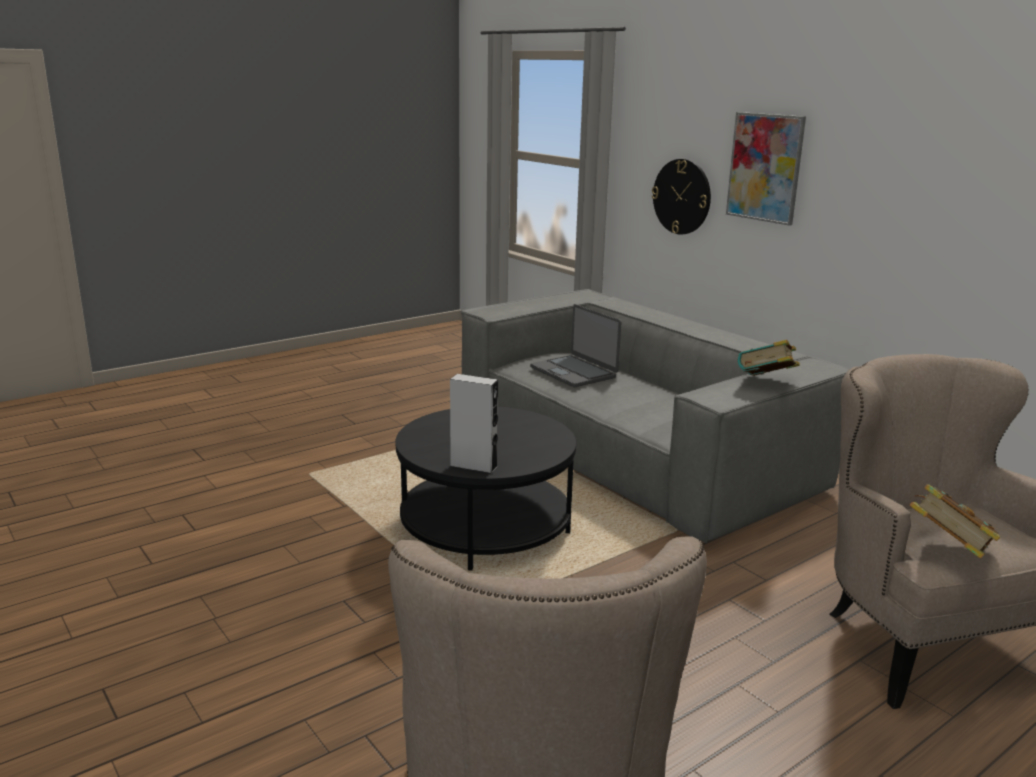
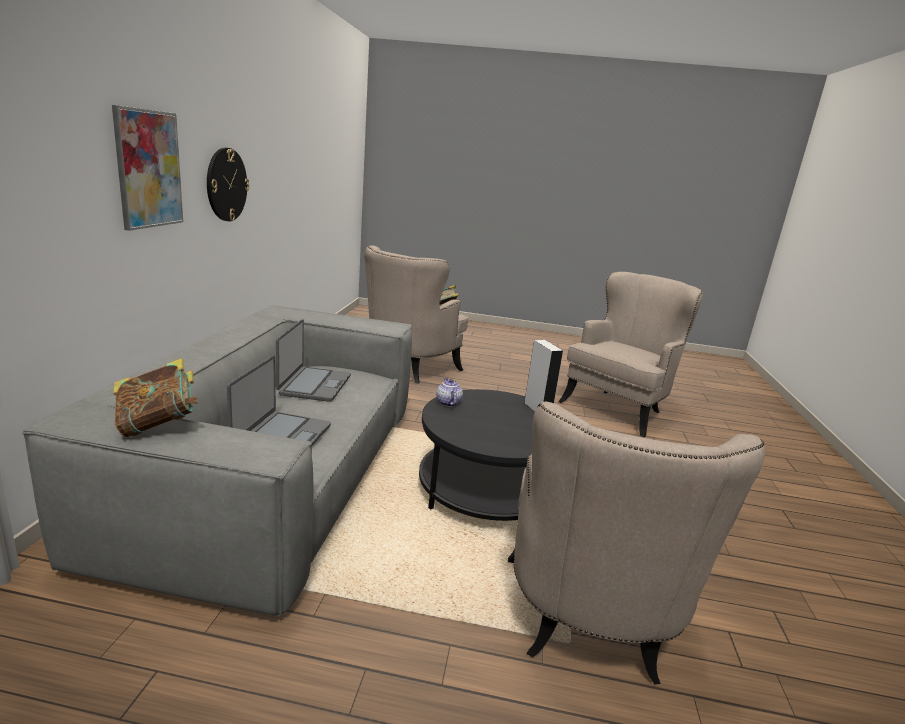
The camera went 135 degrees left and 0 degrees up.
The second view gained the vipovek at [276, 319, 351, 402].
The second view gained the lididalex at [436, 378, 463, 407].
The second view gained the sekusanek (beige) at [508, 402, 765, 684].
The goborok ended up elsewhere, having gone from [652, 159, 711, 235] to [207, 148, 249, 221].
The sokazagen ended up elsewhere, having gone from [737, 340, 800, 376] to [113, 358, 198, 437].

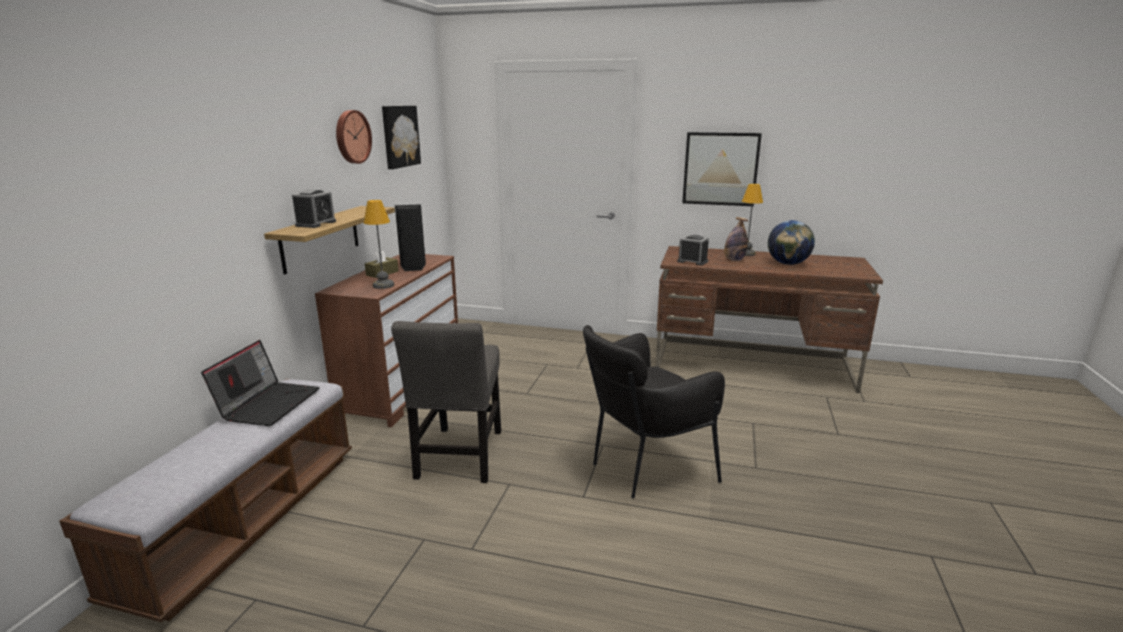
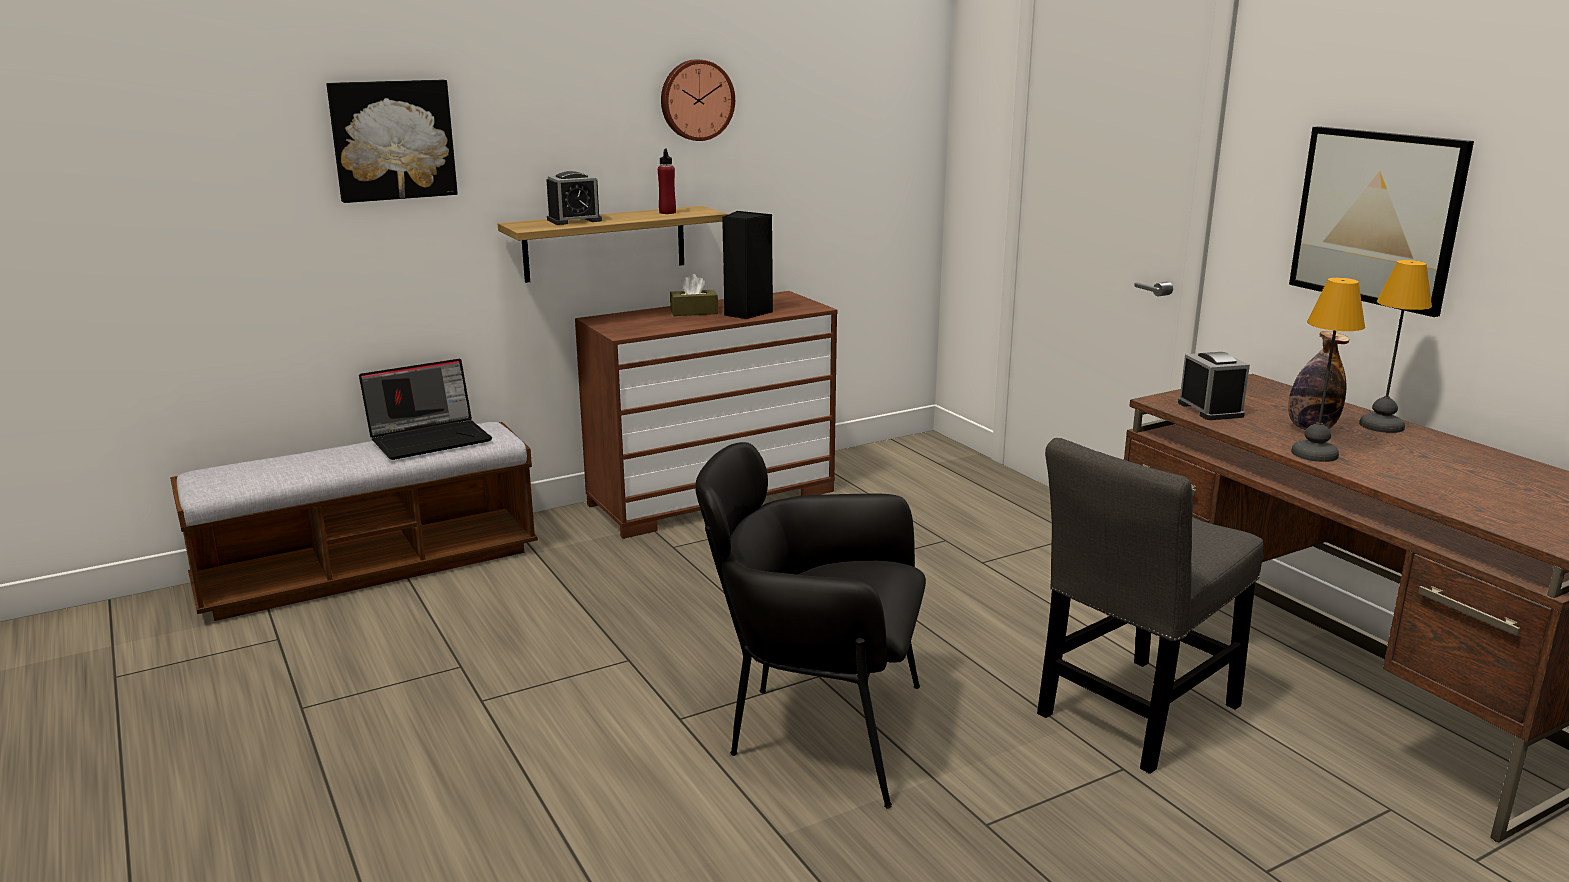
The camera went 45 degrees right and 0 degrees up.
The second view lost the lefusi at [768, 220, 815, 265].
The second view gained the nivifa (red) at [658, 149, 676, 214].
The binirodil ended up elsewhere, having gone from [363, 200, 394, 289] to [1291, 278, 1365, 462].
The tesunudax ended up elsewhere, having gone from [382, 106, 421, 169] to [326, 80, 458, 203].
The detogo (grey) ended up elsewhere, having gone from [391, 321, 501, 483] to [1037, 438, 1264, 774].

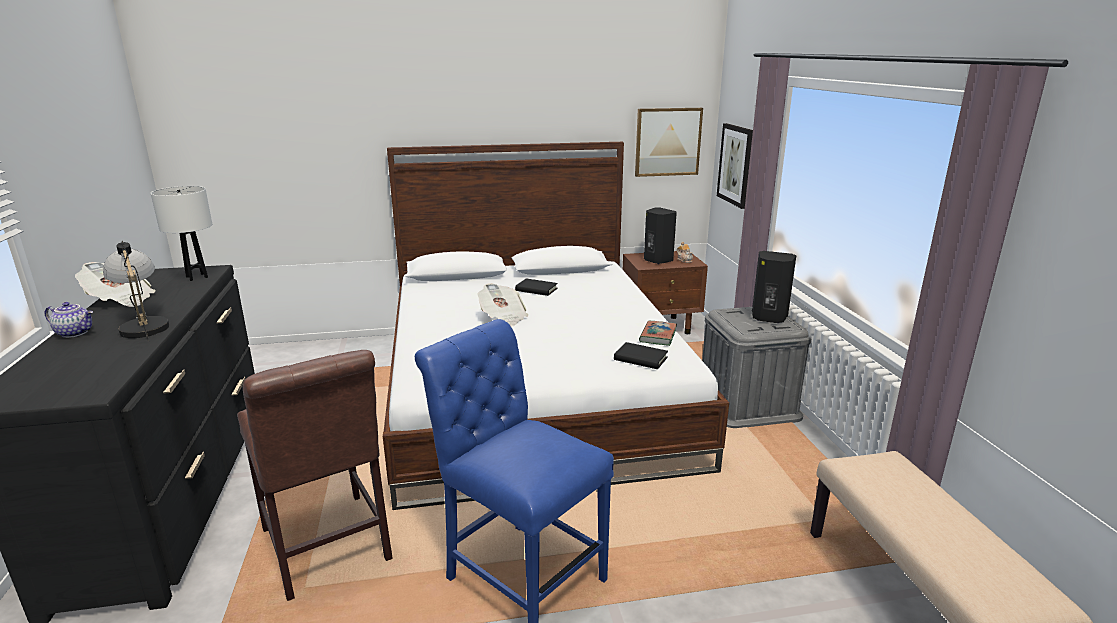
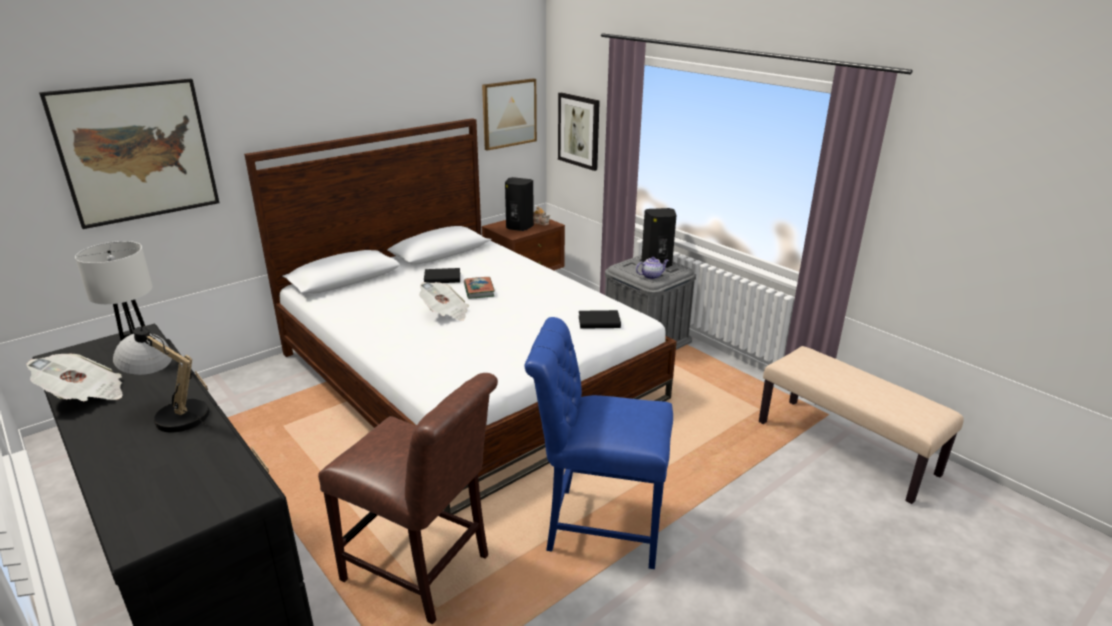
The camera went 30 degrees left and 5 degrees up.
The second view gained the tesunudax at [39, 79, 219, 229].
The lididalex ended up elsewhere, having gone from [44, 302, 93, 338] to [636, 257, 669, 279].
The sokazagen ended up elsewhere, having gone from [639, 321, 677, 346] to [464, 277, 495, 299].

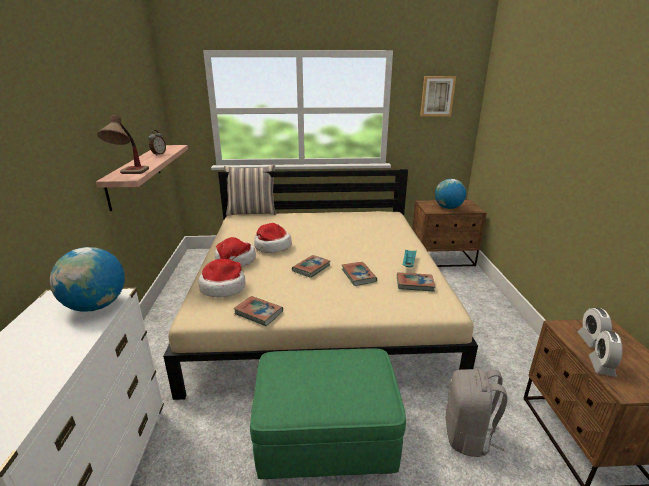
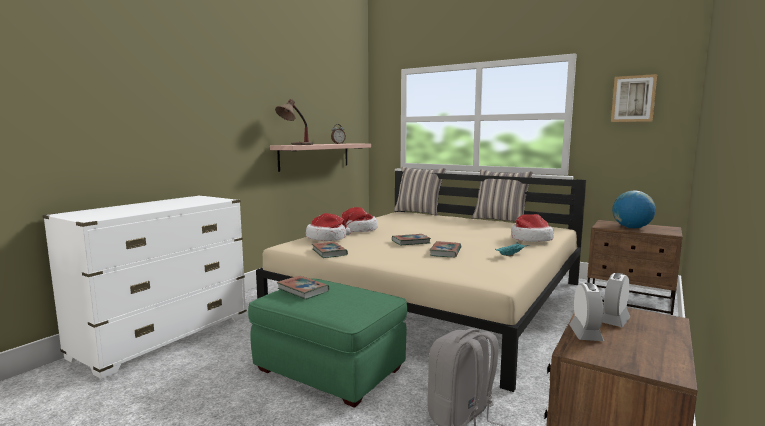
The camera went 35 degrees right and 15 degrees down.
The second view lost the lefusi at [50, 247, 125, 312].
The second view gained the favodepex at [472, 169, 533, 222].
The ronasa ended up elsewhere, having gone from [254, 223, 292, 253] to [511, 214, 554, 242].
The sokazagen ended up elsewhere, having gone from [397, 273, 435, 292] to [277, 276, 329, 299].
The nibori at [589, 331, 623, 377] ended up facing another way, 135 degrees clockwise from before.

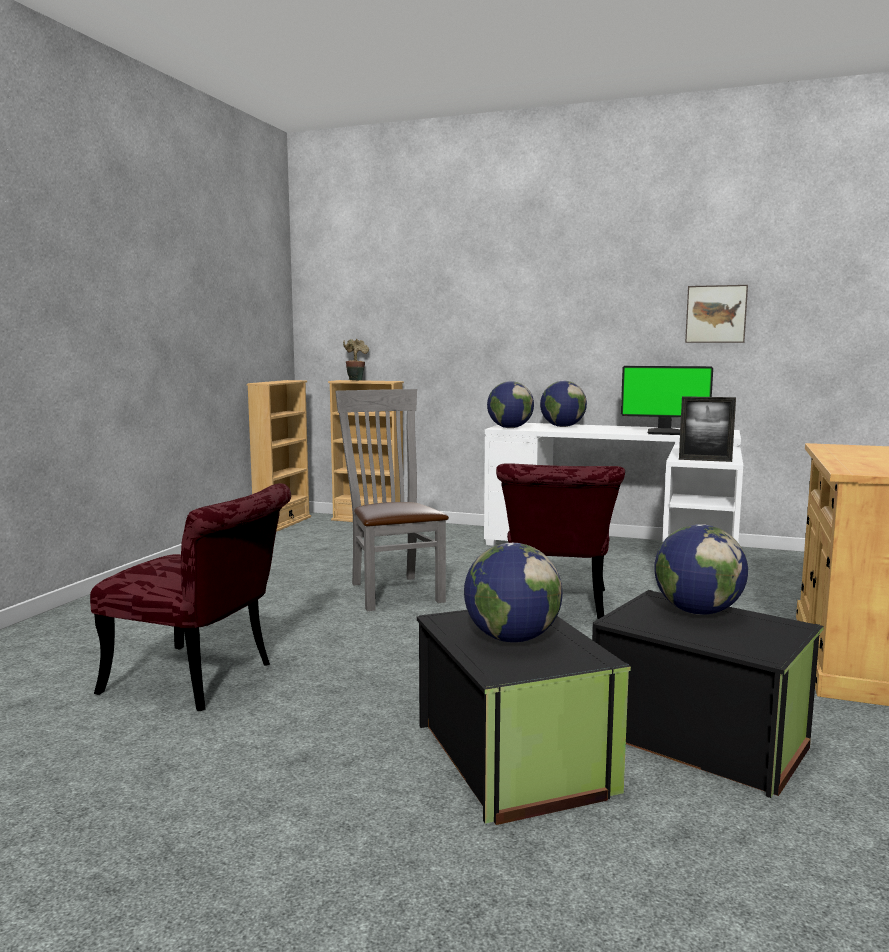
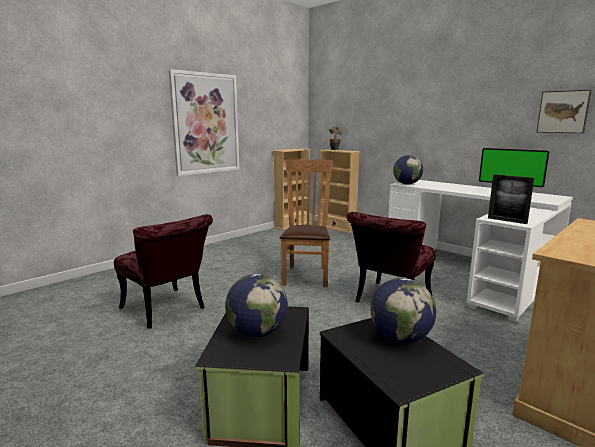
The camera went 25 degrees right and 5 degrees up.
The second view lost the lefusi at [540, 381, 587, 427].
The second view gained the tesunudax at [169, 69, 240, 176].
What was the detogo (grey) at [335, 389, 449, 611] turned into the detogo (brown) at [280, 159, 333, 287].

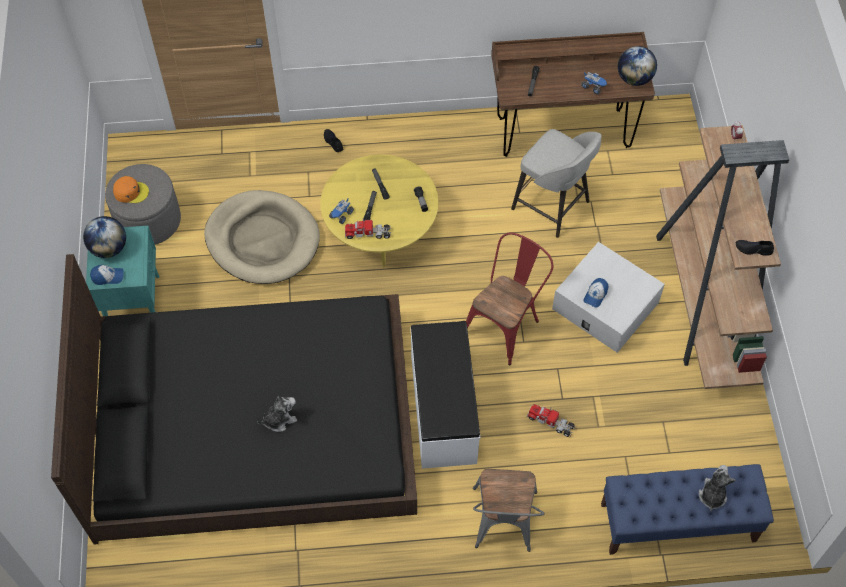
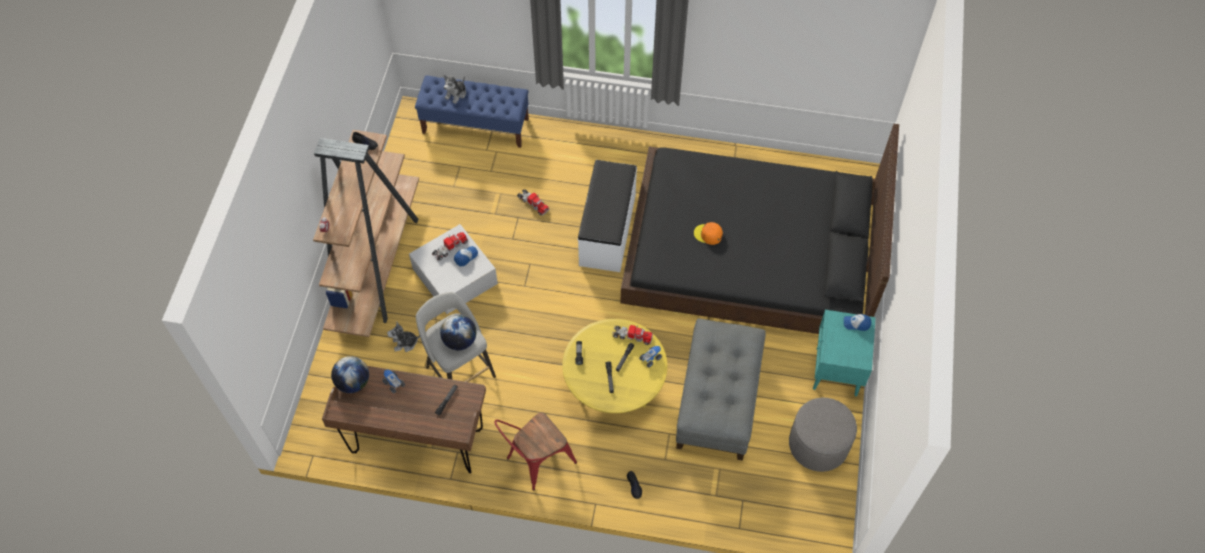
The camera went 165 degrees left and 0 degrees up.
The second view lost the detogo (grey) at [473, 469, 545, 552].
The second view gained the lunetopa at [432, 232, 468, 260].
The lefusi ended up elsewhere, having gone from [83, 216, 126, 258] to [440, 315, 476, 350].
The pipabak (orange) ended up elsewhere, having gone from [113, 176, 149, 203] to [694, 222, 723, 245].
The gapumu ended up elsewhere, having gone from [257, 396, 297, 432] to [387, 321, 420, 352].
The detogo (red) ended up elsewhere, having gone from [466, 232, 553, 365] to [495, 413, 577, 490].
Where the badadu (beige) stood at [204, 190, 320, 284], the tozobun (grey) came to stand at [676, 319, 766, 461].

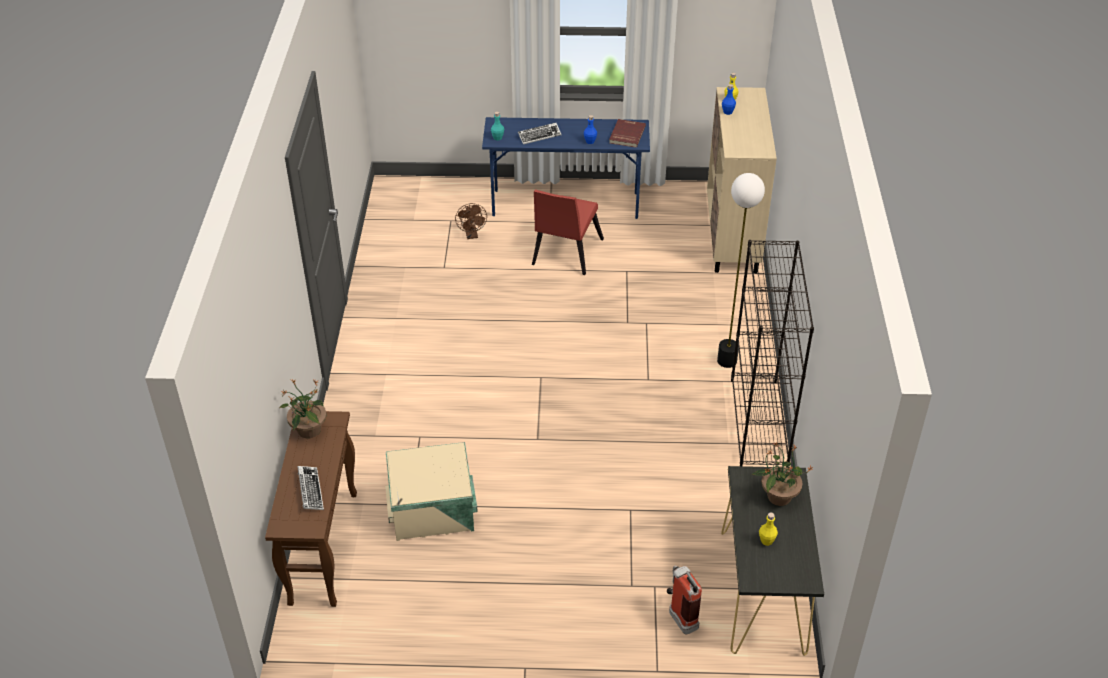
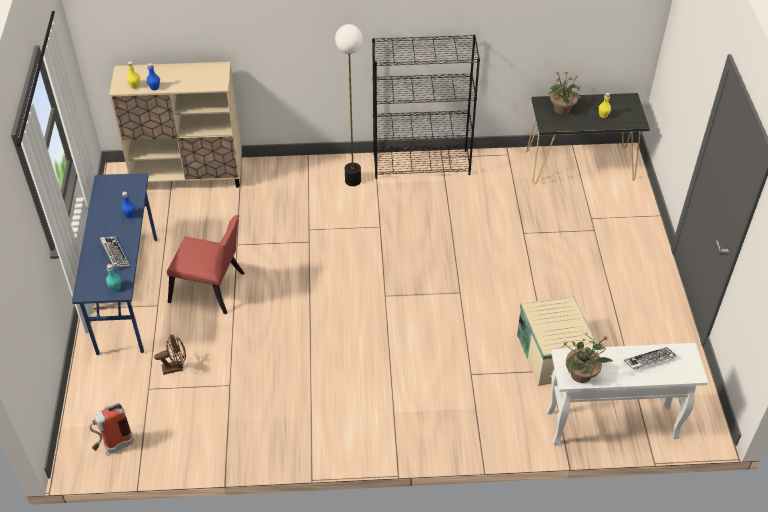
The camera went 95 degrees left and 5 degrees up.
The second view lost the sokazagen (red) at [609, 119, 646, 148].
The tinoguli ended up elsewhere, having gone from [667, 566, 702, 634] to [89, 403, 134, 454].
What was the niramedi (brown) at [265, 411, 357, 607] turned into the niramedi (white) at [547, 343, 708, 445].

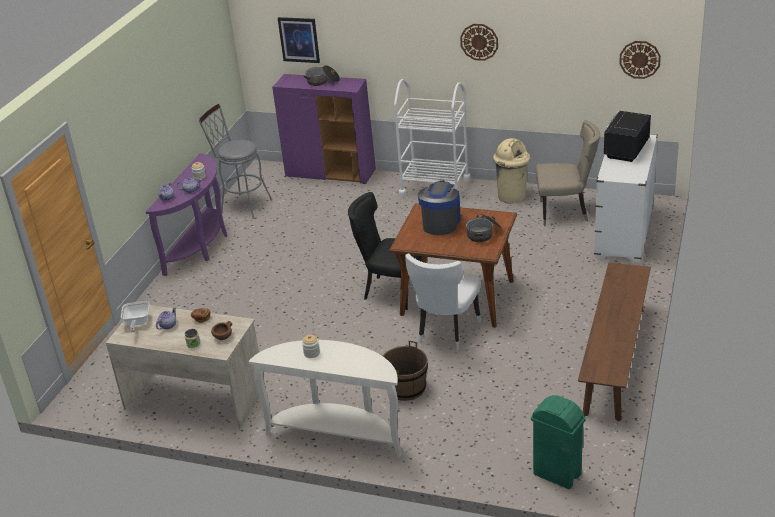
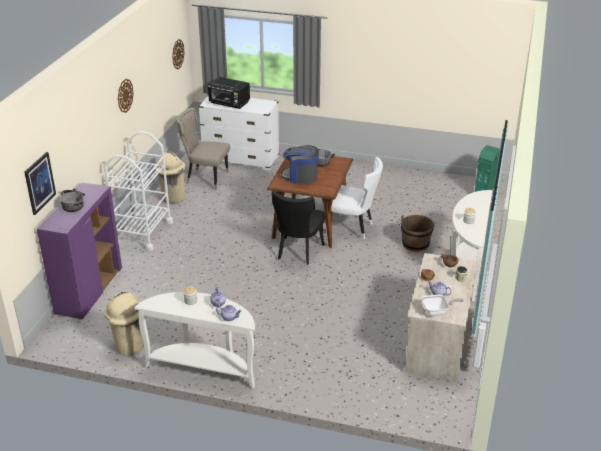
The camera went 95 degrees left and 0 degrees up.
The second view lost the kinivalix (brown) at [578, 263, 651, 422].
Where the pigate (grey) stood at [199, 103, 272, 219], the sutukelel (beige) came to stand at [104, 292, 144, 356].
What was the niramedi (purple) at [146, 153, 227, 276] turned into the niramedi (white) at [134, 292, 255, 389].
The detogo (beige) at [536, 120, 600, 226] ended up facing another way, 75 degrees counterclockwise from before.

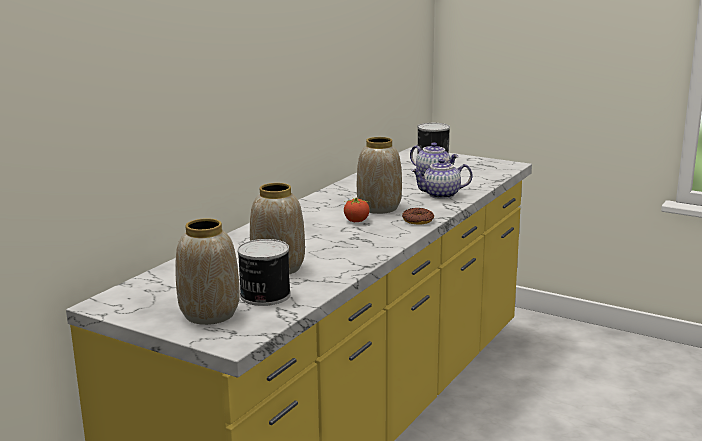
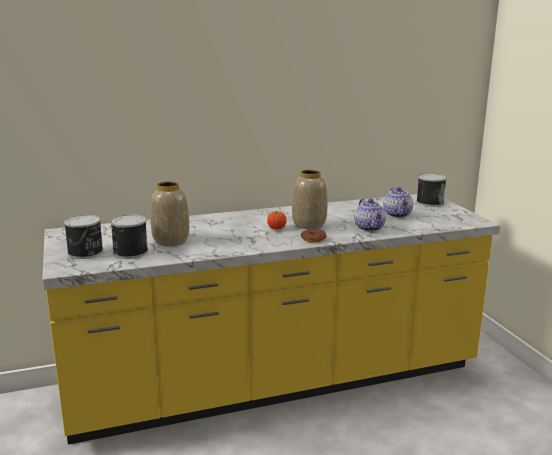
The camera went 40 degrees right and 0 degrees up.
Where the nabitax stood at [175, 218, 239, 325], the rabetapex came to stand at [64, 215, 103, 259].
The lididalex at [411, 159, 473, 199] ended up facing another way, 135 degrees counterclockwise from before.

